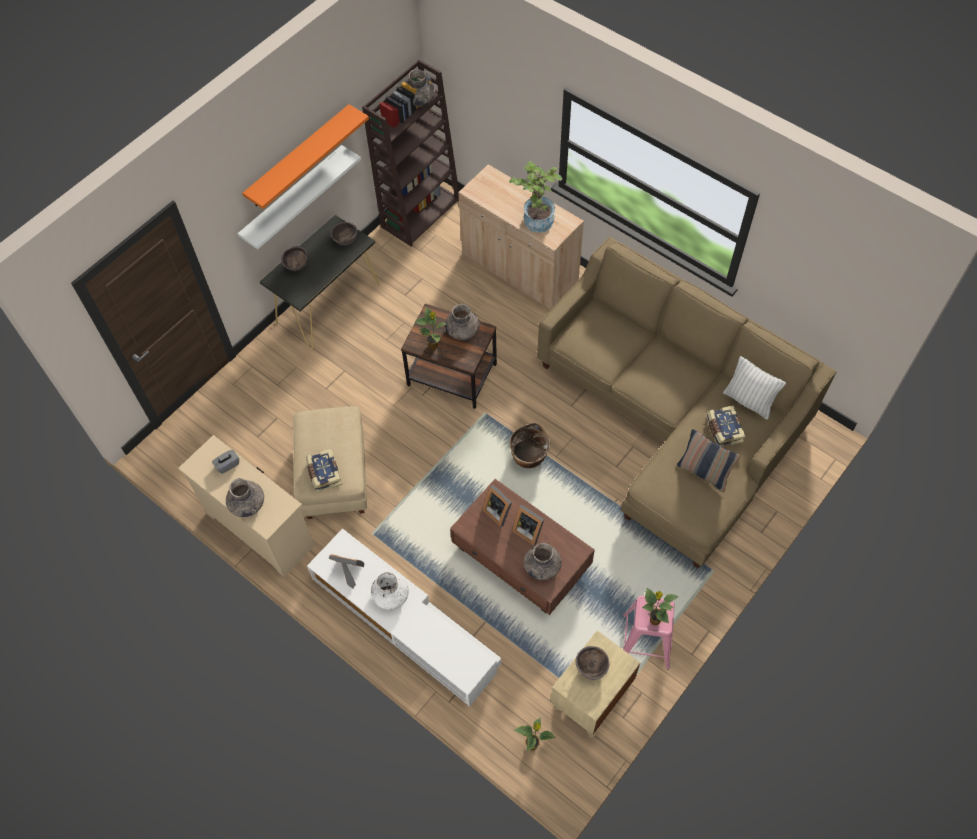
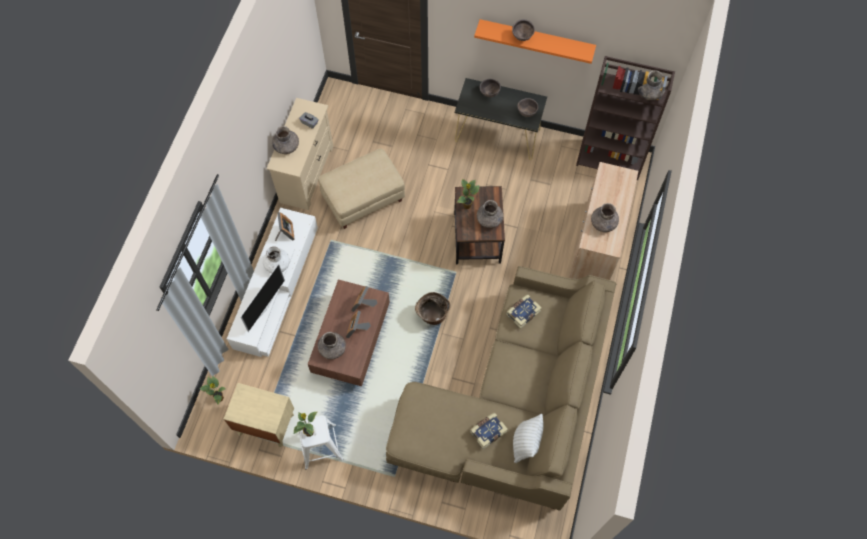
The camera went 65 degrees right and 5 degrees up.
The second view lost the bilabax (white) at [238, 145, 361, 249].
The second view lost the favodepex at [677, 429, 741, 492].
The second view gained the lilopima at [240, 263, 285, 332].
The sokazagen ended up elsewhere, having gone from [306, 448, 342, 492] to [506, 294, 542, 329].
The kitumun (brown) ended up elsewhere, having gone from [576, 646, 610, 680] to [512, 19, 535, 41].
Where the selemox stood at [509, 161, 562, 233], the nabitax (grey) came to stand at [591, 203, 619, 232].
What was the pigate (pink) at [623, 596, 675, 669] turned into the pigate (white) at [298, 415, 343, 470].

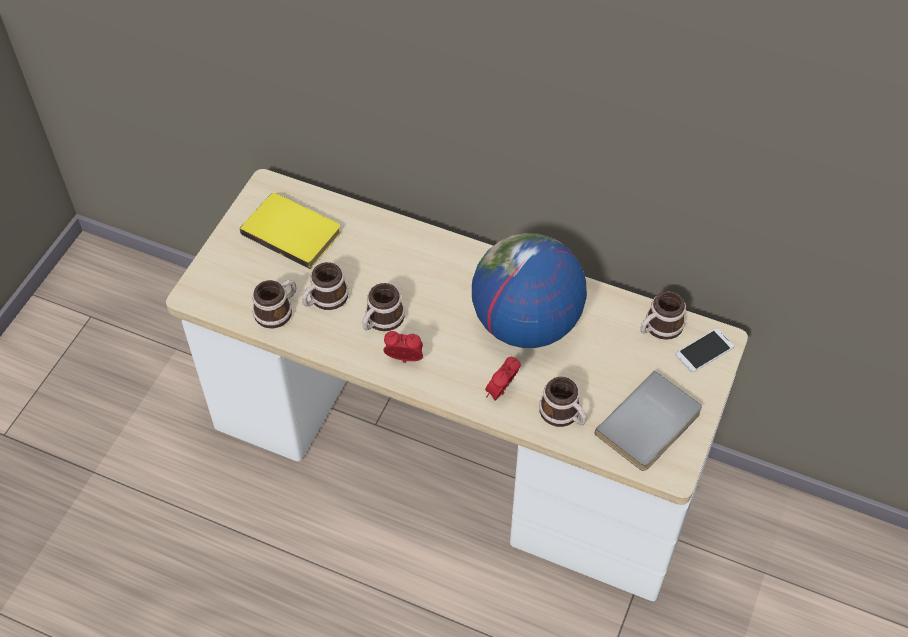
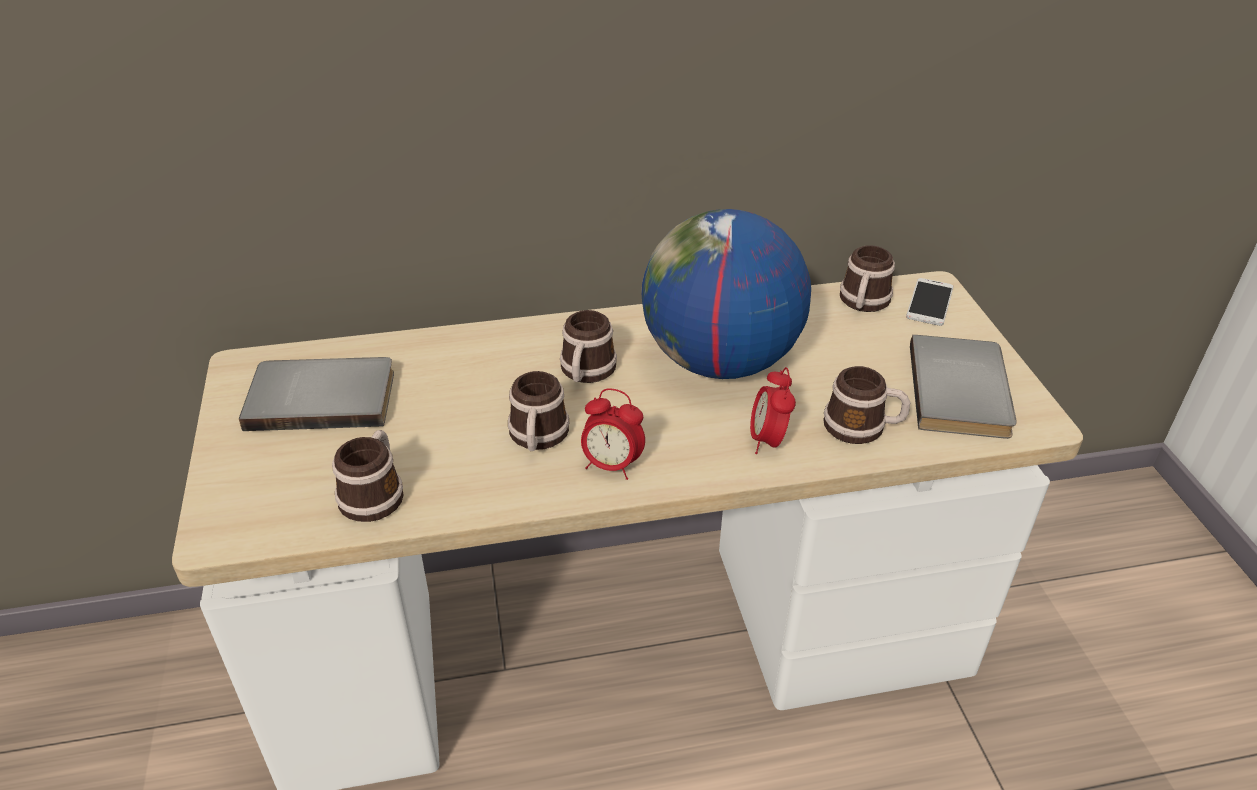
The camera went 35 degrees left and 15 degrees down.
The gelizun ended up elsewhere, having gone from [302, 262, 348, 310] to [560, 310, 617, 383].
What was the sokazagen (yellow) at [240, 193, 341, 269] turned into the sokazagen (grey) at [239, 357, 394, 431].
The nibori at [383, 331, 423, 363] ended up facing another way, 135 degrees counterclockwise from before.

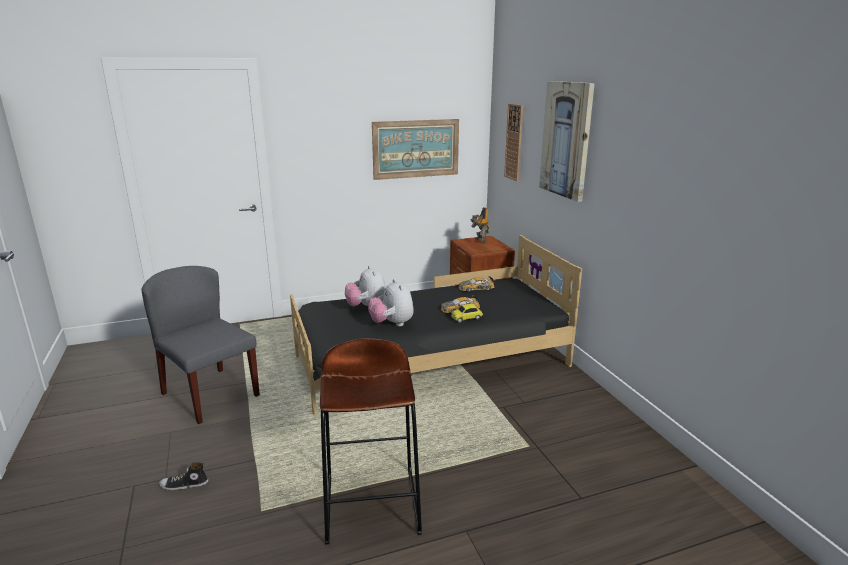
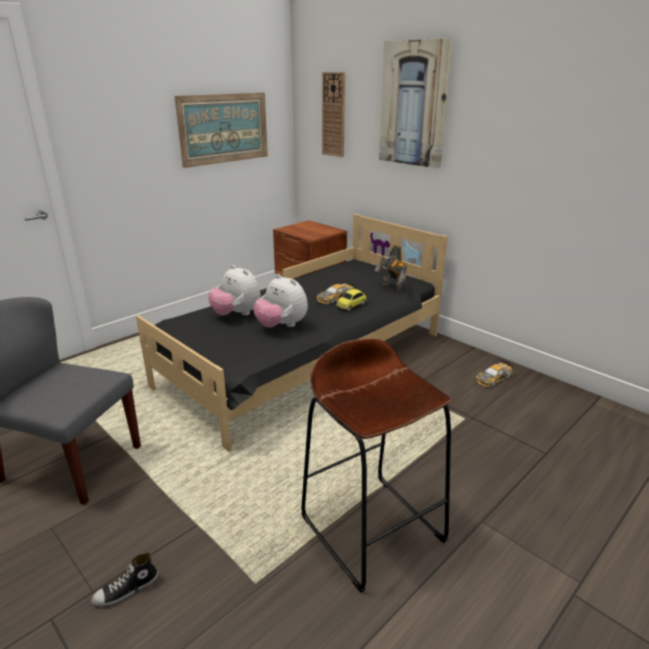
The camera went 25 degrees left and 5 degrees up.
The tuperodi ended up elsewhere, having gone from [458, 276, 494, 292] to [475, 360, 514, 387].
The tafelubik ended up elsewhere, having gone from [470, 207, 489, 244] to [375, 245, 407, 292].

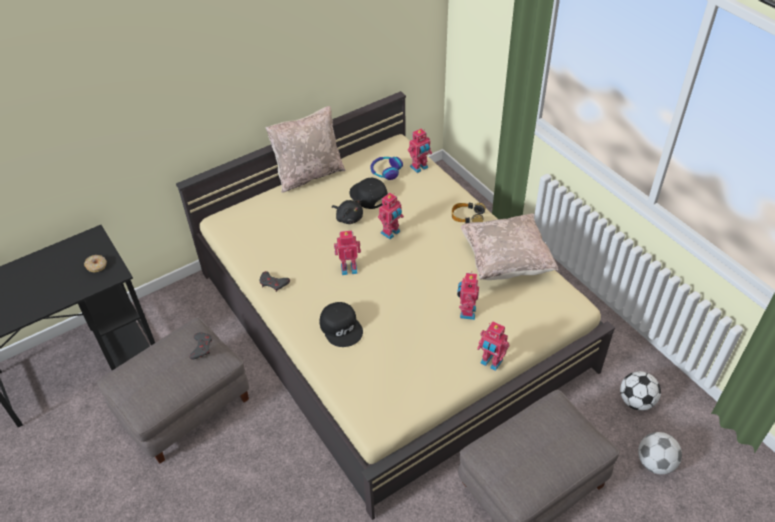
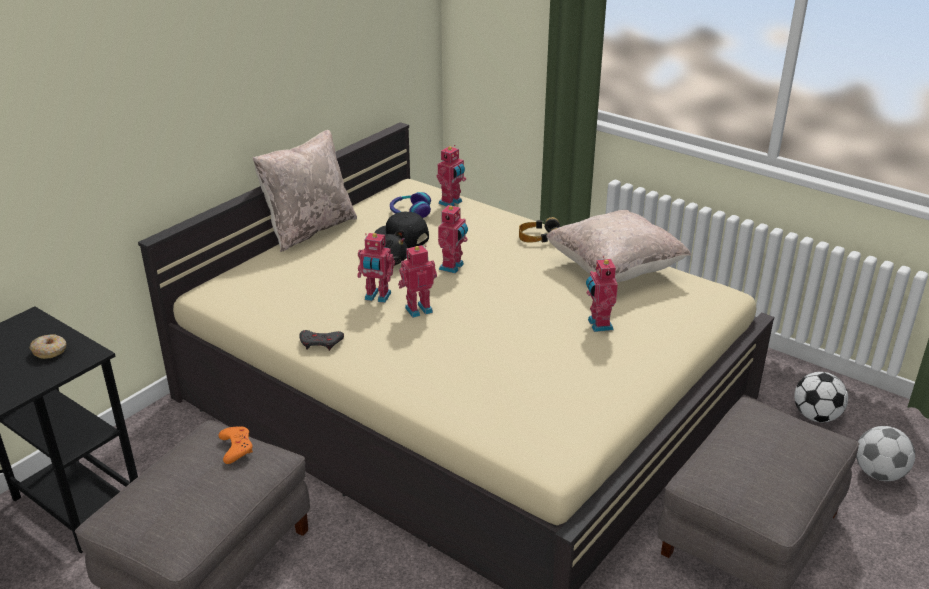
The camera went 20 degrees left and 15 degrees down.
The second view lost the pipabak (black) at [320, 302, 363, 347].
The tafelubik ended up elsewhere, having gone from [477, 321, 510, 371] to [357, 233, 395, 303].
What was the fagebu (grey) at [189, 332, 212, 360] turned into the fagebu (orange) at [218, 427, 253, 464].

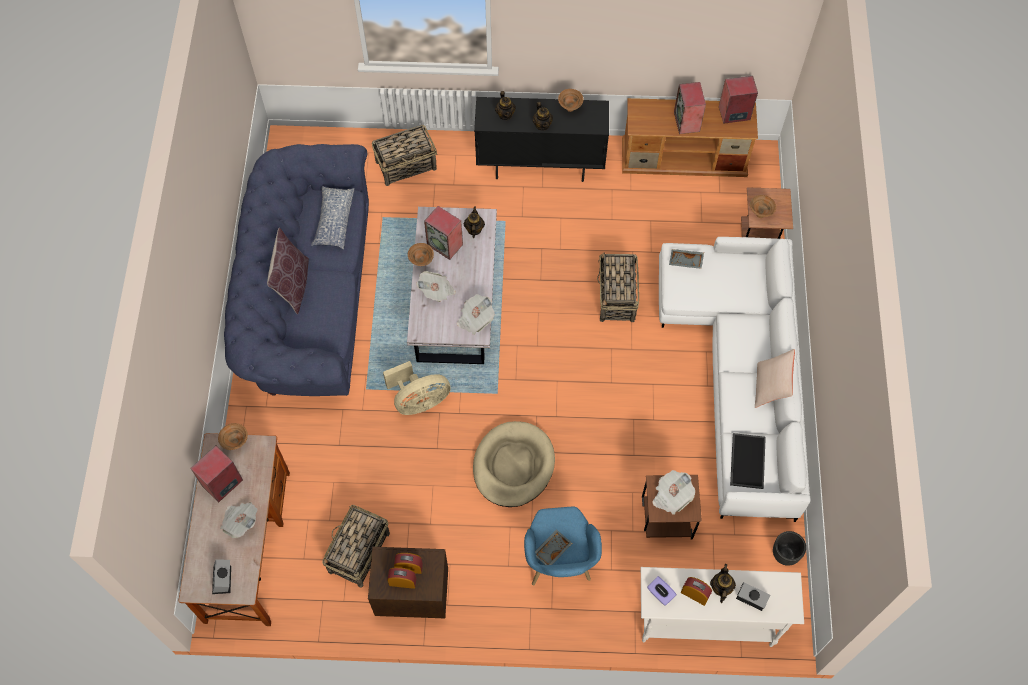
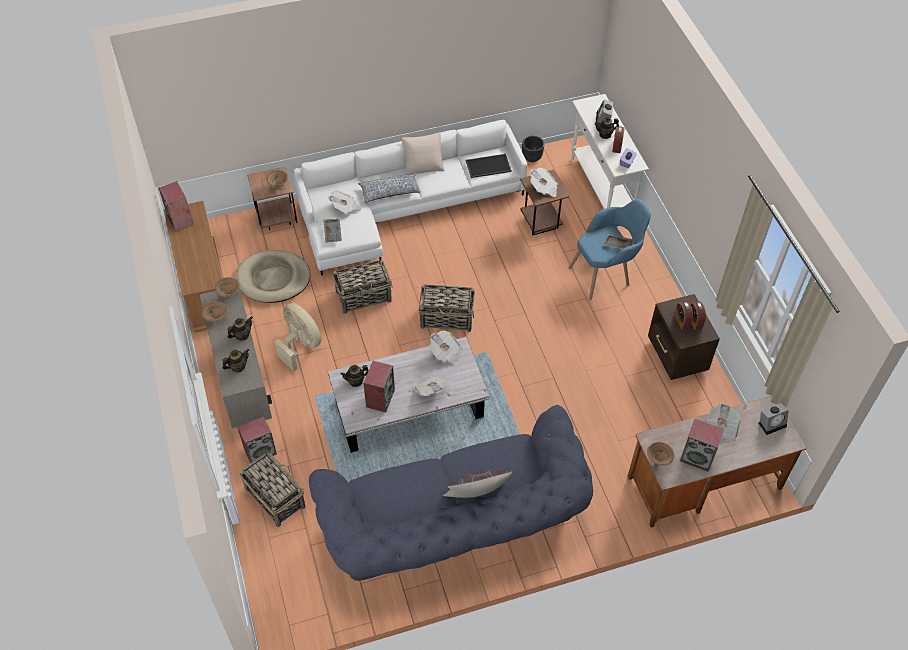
The camera went 110 degrees left and 10 degrees down.
The second view gained the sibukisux at [328, 191, 361, 213].
The favodepex ended up elsewhere, having gone from [311, 186, 355, 250] to [358, 173, 421, 203].
The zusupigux ended up elsewhere, having gone from [322, 505, 390, 588] to [419, 284, 475, 332].
The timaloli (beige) ended up elsewhere, having gone from [383, 361, 451, 415] to [274, 303, 322, 372].
The kitumun (brown) ended up elsewhere, having gone from [408, 243, 434, 266] to [215, 277, 240, 299].
The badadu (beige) ended up elsewhere, having gone from [473, 421, 555, 507] to [236, 250, 310, 303].
The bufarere ended up elsewhere, having gone from [674, 82, 706, 134] to [238, 416, 277, 463].
What was the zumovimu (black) at [474, 97, 609, 182] turned into the zumovimu (beige) at [200, 288, 272, 429].

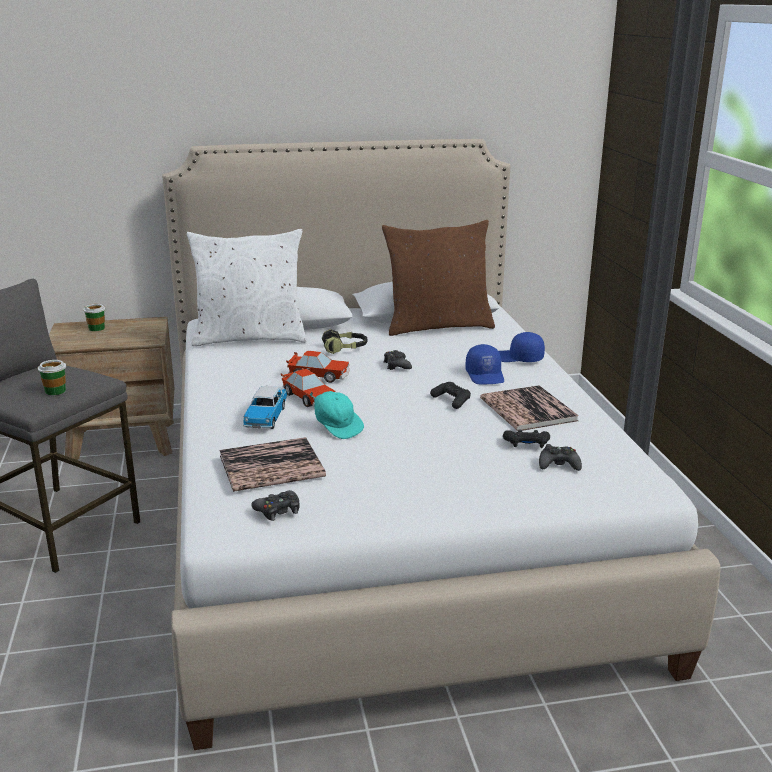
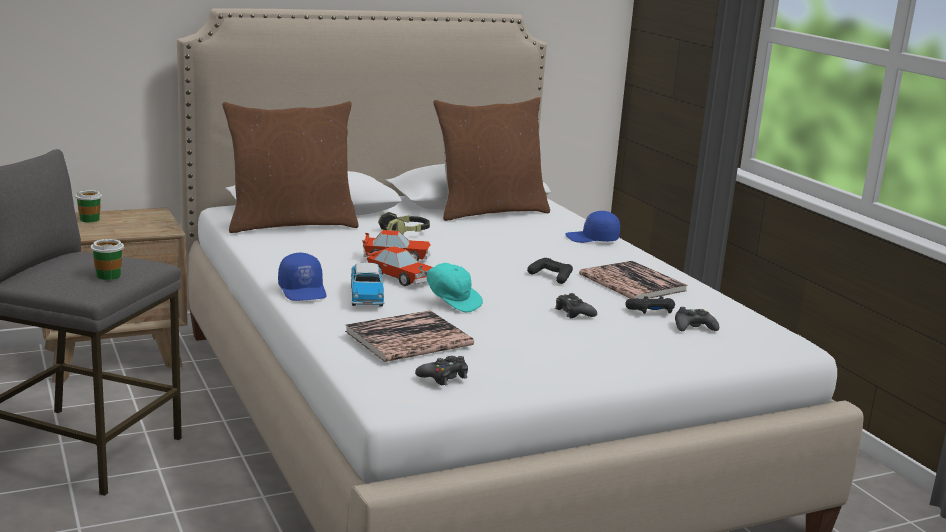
The camera went 15 degrees left and 5 degrees down.
The fagebu (black) ended up elsewhere, having gone from [383, 350, 412, 370] to [555, 293, 597, 318].
The pipabak (blue) ended up elsewhere, having gone from [465, 344, 504, 384] to [278, 253, 326, 301].
What was the favodepex (white) at [187, 229, 307, 346] turned into the favodepex (brown) at [222, 101, 359, 233].

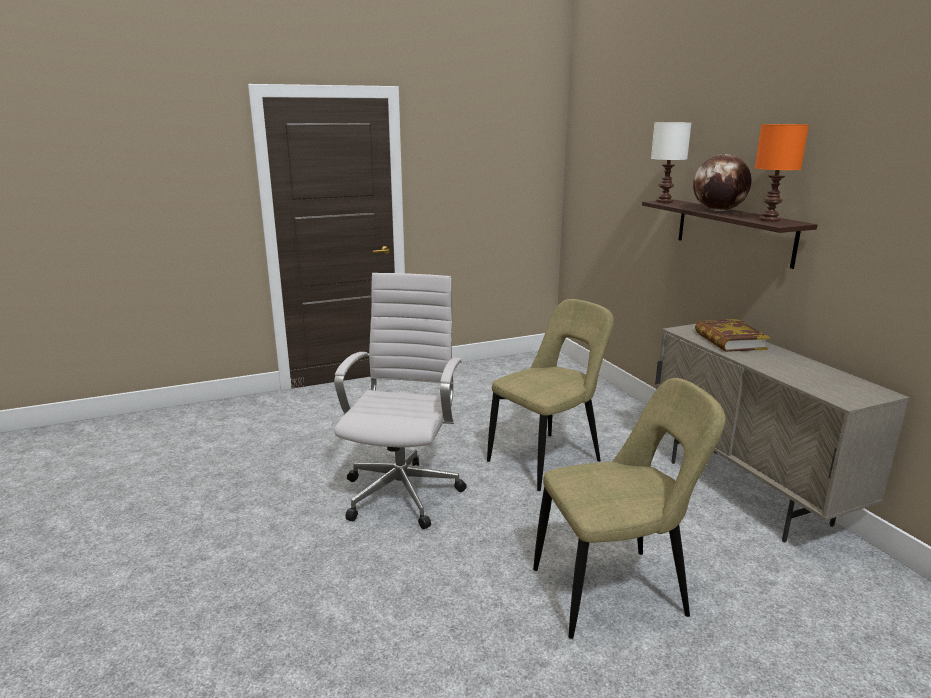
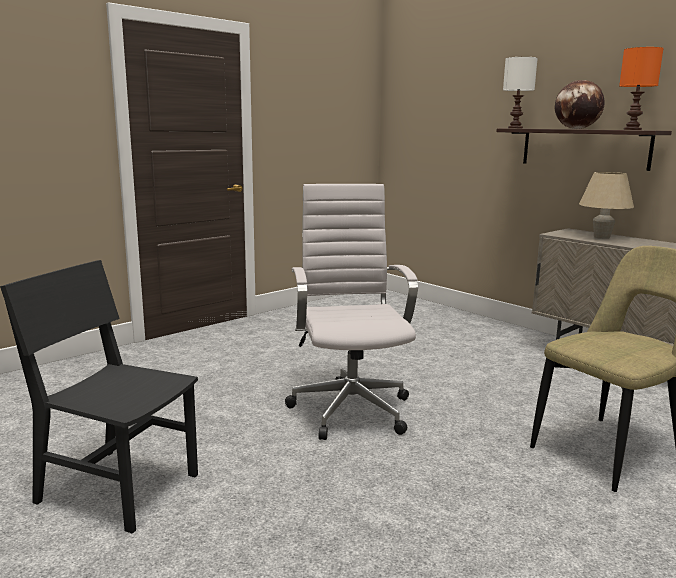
The camera went 20 degrees left and 5 degrees down.
The second view lost the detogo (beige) at [487, 299, 614, 491].
The second view gained the detogo (black) at [0, 260, 198, 534].
Where the sokazagen stood at [695, 319, 770, 352], the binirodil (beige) came to stand at [579, 172, 634, 239].

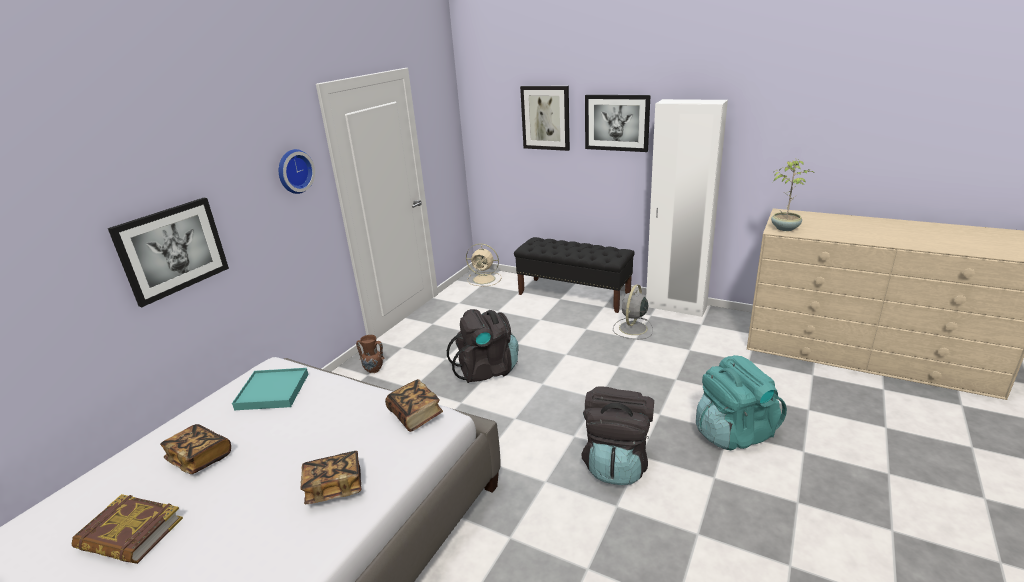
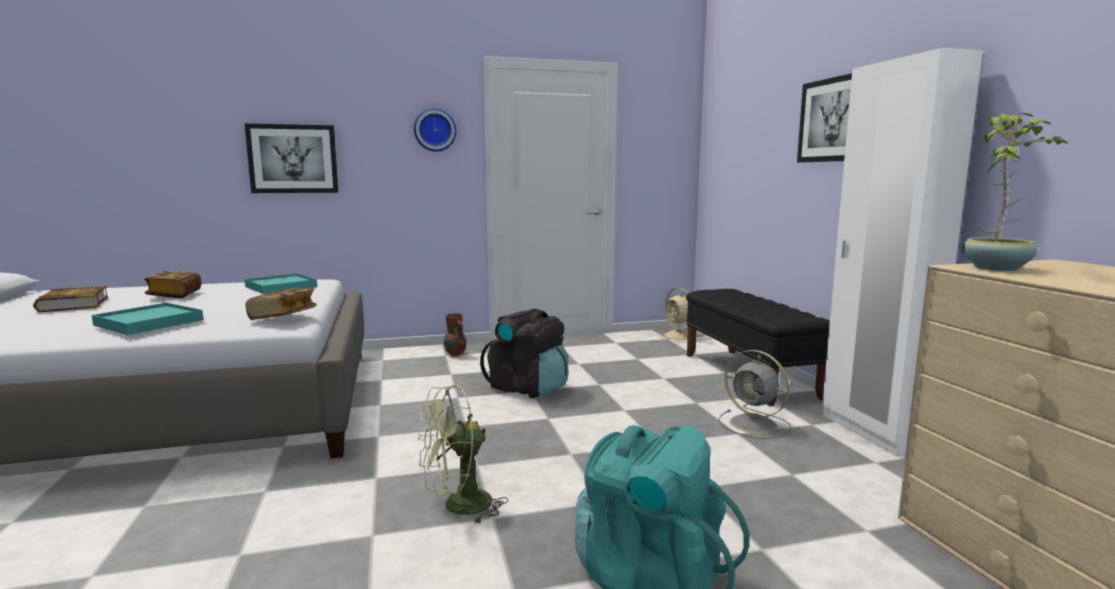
The camera went 45 degrees right and 15 degrees down.
The second view lost the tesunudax at [520, 86, 570, 151].
Where the sokazagen stood at [301, 451, 362, 504], the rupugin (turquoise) came to stand at [92, 303, 203, 335].
Where the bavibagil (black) stood at [582, 387, 654, 485], the timaloli (green) came to stand at [418, 384, 508, 524].
The timaloli (grey) at [613, 284, 653, 339] ended up facing another way, 120 degrees counterclockwise from before.

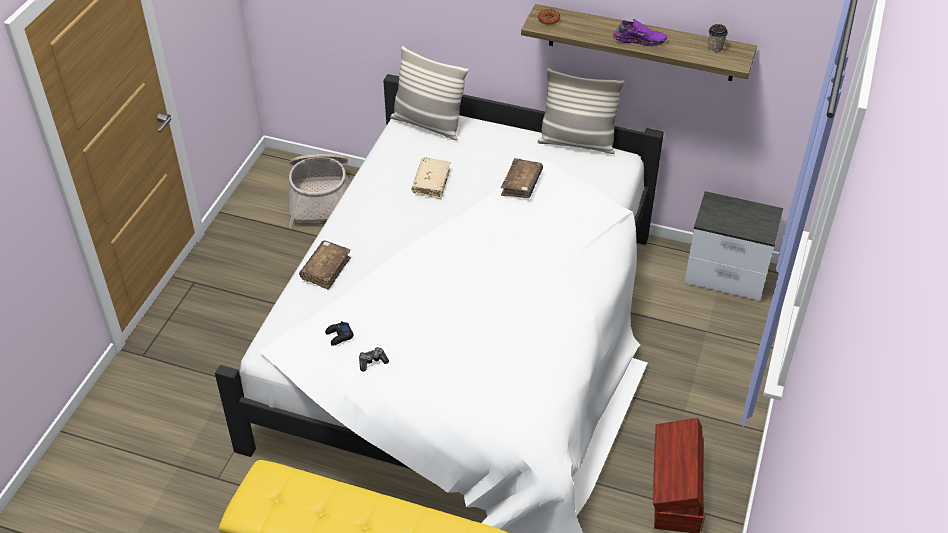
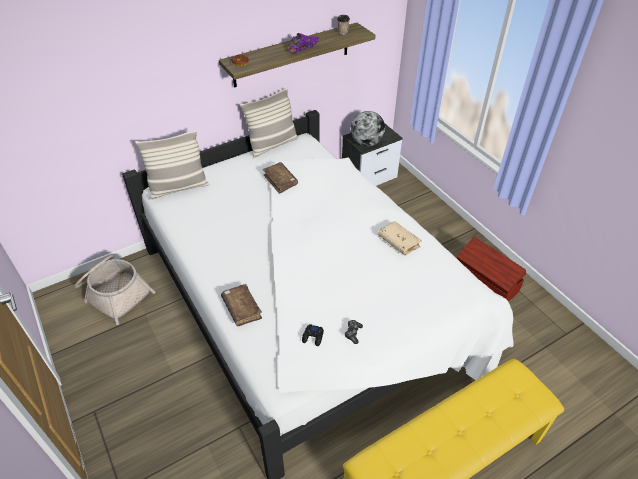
The camera went 50 degrees left and 0 degrees up.
The second view gained the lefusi at [351, 111, 385, 146].
The sokazagen (beige) ended up elsewhere, having gone from [411, 157, 451, 199] to [378, 221, 422, 256].

